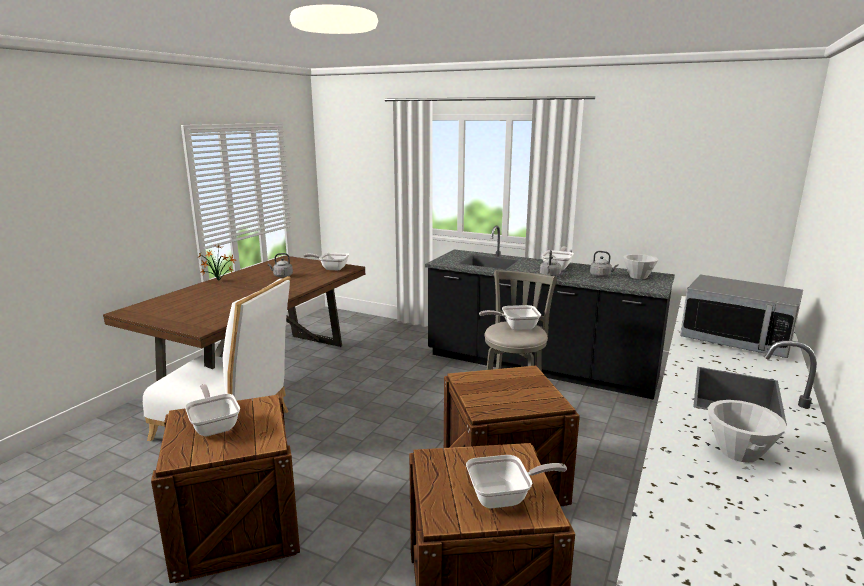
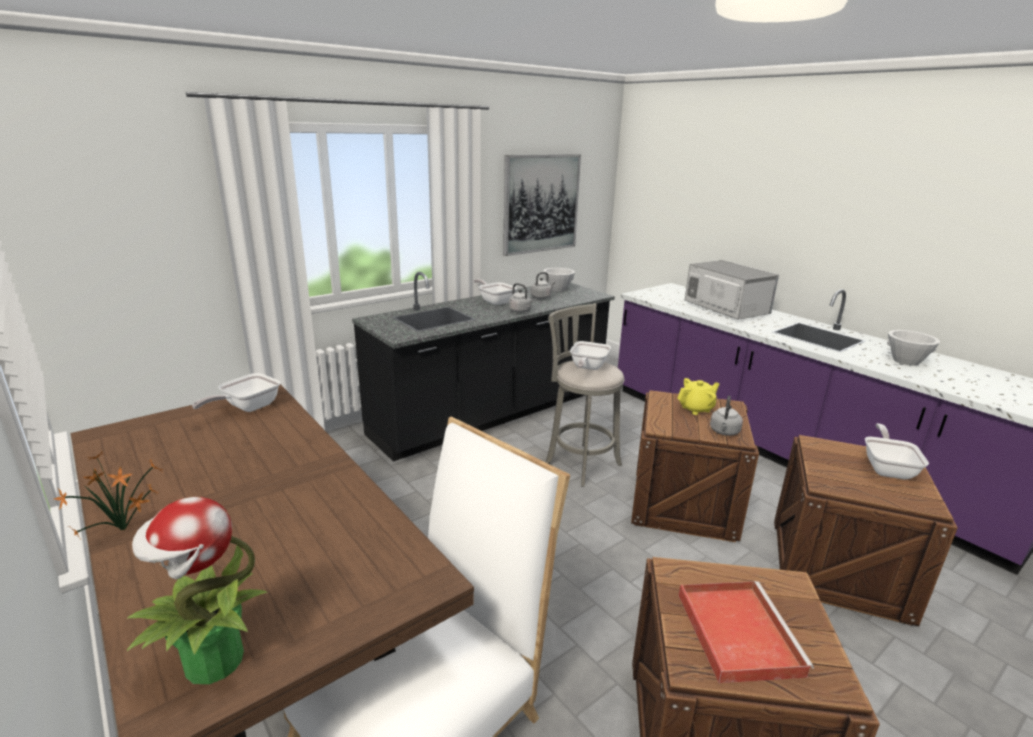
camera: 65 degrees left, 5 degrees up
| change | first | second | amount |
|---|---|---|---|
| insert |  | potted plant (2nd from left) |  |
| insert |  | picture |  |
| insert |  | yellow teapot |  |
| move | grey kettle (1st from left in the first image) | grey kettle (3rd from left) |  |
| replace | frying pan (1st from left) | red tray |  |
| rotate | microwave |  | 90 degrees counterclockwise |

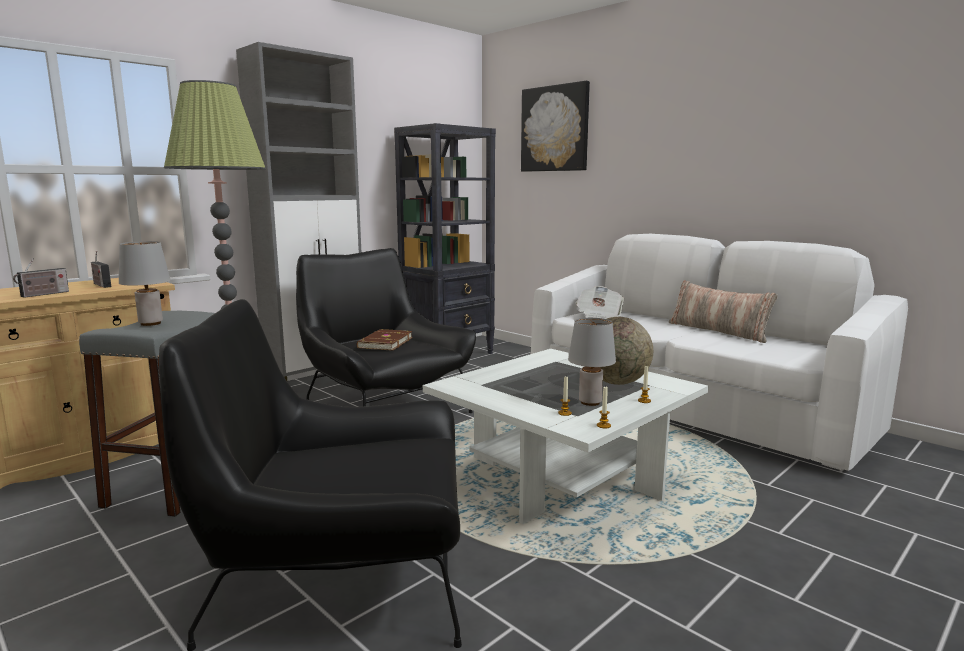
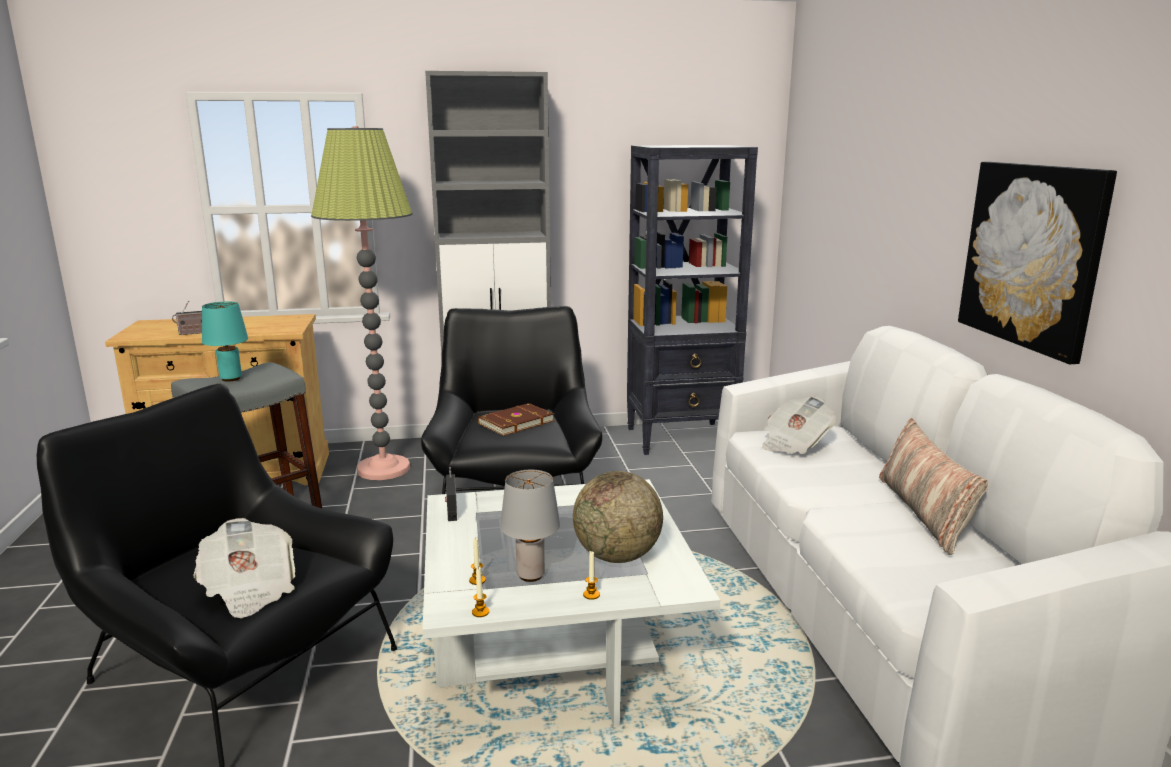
camera: 35 degrees right, 5 degrees up
| change | first | second | amount |
|---|---|---|---|
| insert |  | newspaper (1st from left) |  |
| move | radio (2nd from left) |  |  |
| move | picture |  |  |
| recolor | grey table lamp (1st from left) | turquoise table lamp |  |

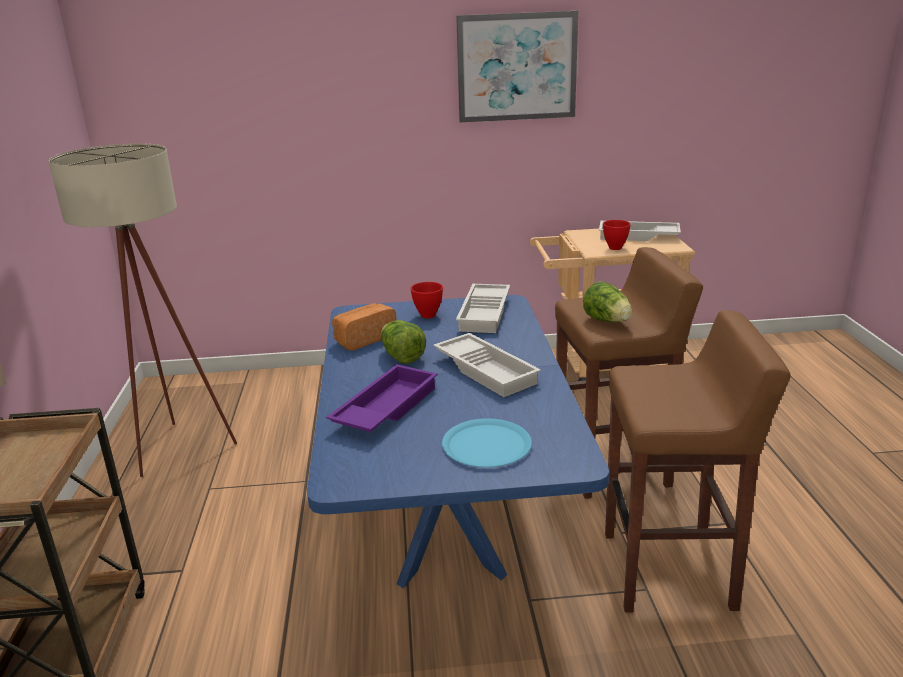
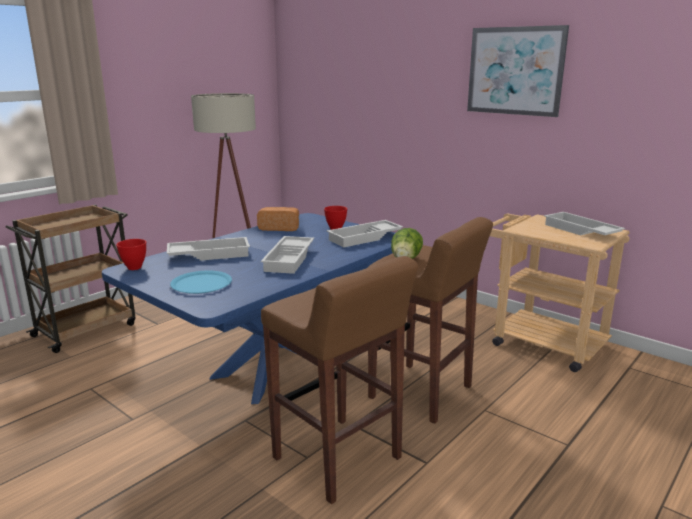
camera: 45 degrees right, 5 degrees down
| change | first | second | amount |
|---|---|---|---|
| delete | lettuce (1st from left) |  |  |
| move | red bowl (2nd from left in the first image) | red bowl (1st from left) |  |
| recolor | purple tray | white tray (1st from left) |  |

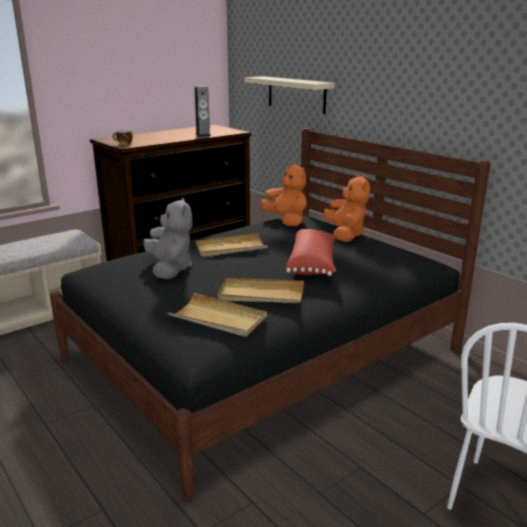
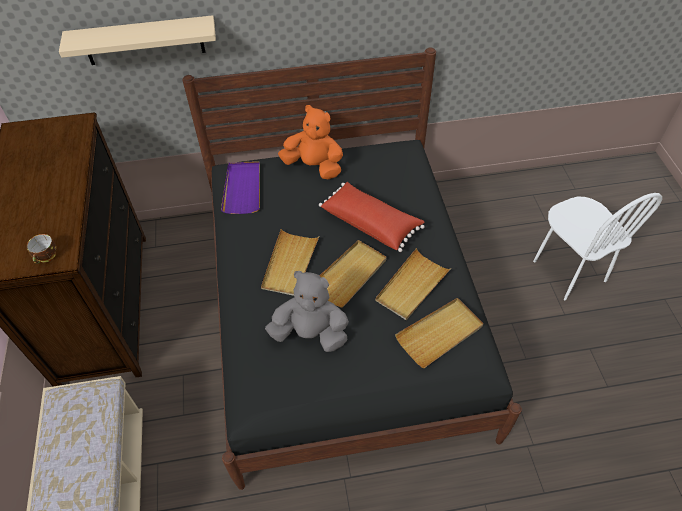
camera: 60 degrees left, 30 degrees up
| change | first | second | amount |
|---|---|---|---|
| delete | speaker |  |  |
| insert |  | beige tray (2nd from left) |  |
| replace | orange plush toy (1st from left) | purple tray |  |

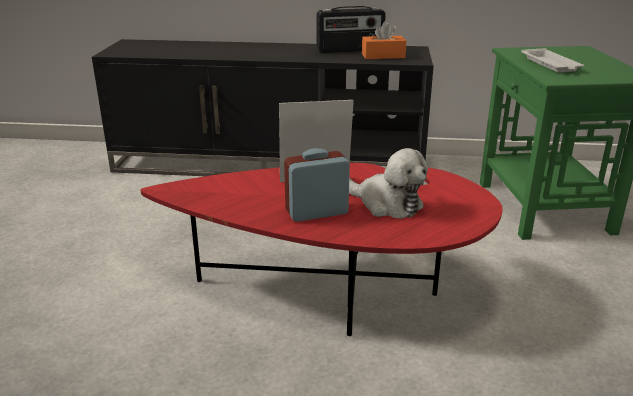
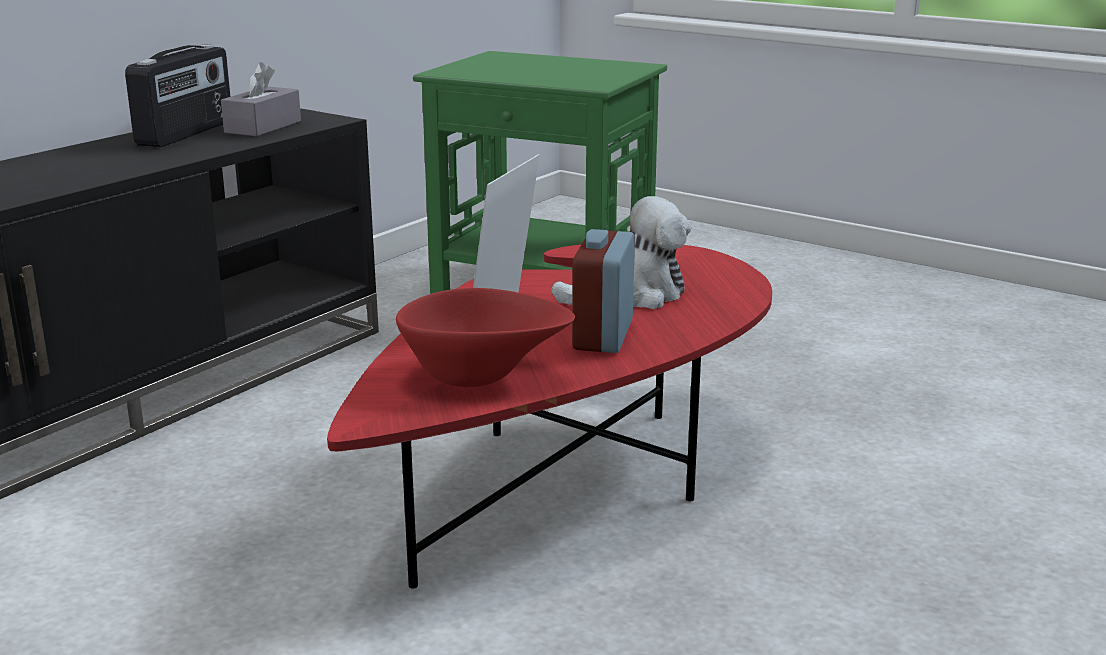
camera: 60 degrees left, 5 degrees down
| change | first | second | amount |
|---|---|---|---|
| delete | white tray |  |  |
| insert |  | red bowl |  |
| recolor | orange tissue box | grey tissue box |  |

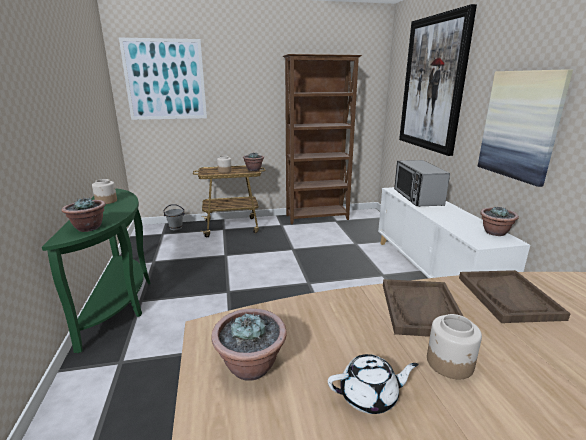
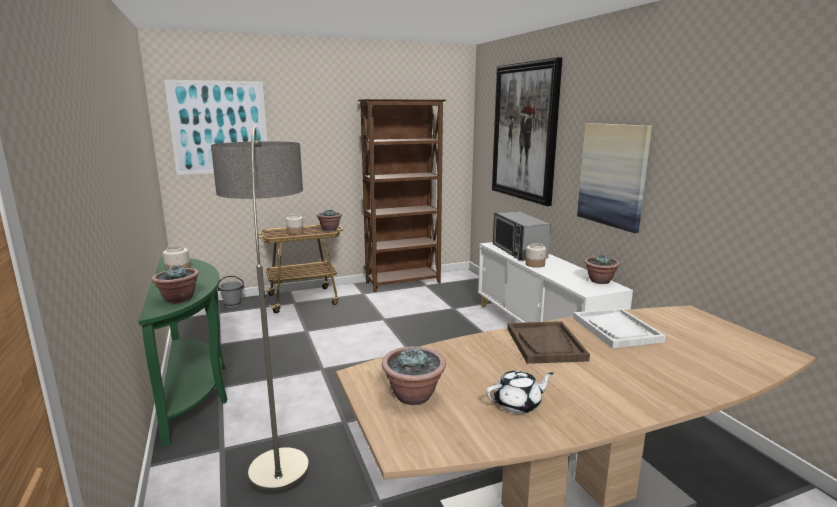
camera: 10 degrees left, 5 degrees down
| change | first | second | amount |
|---|---|---|---|
| insert |  | floor lamp |  |
| move | jar (3rd from left) |  |  |
| recolor | brown tray (2nd from left) | white tray |  |

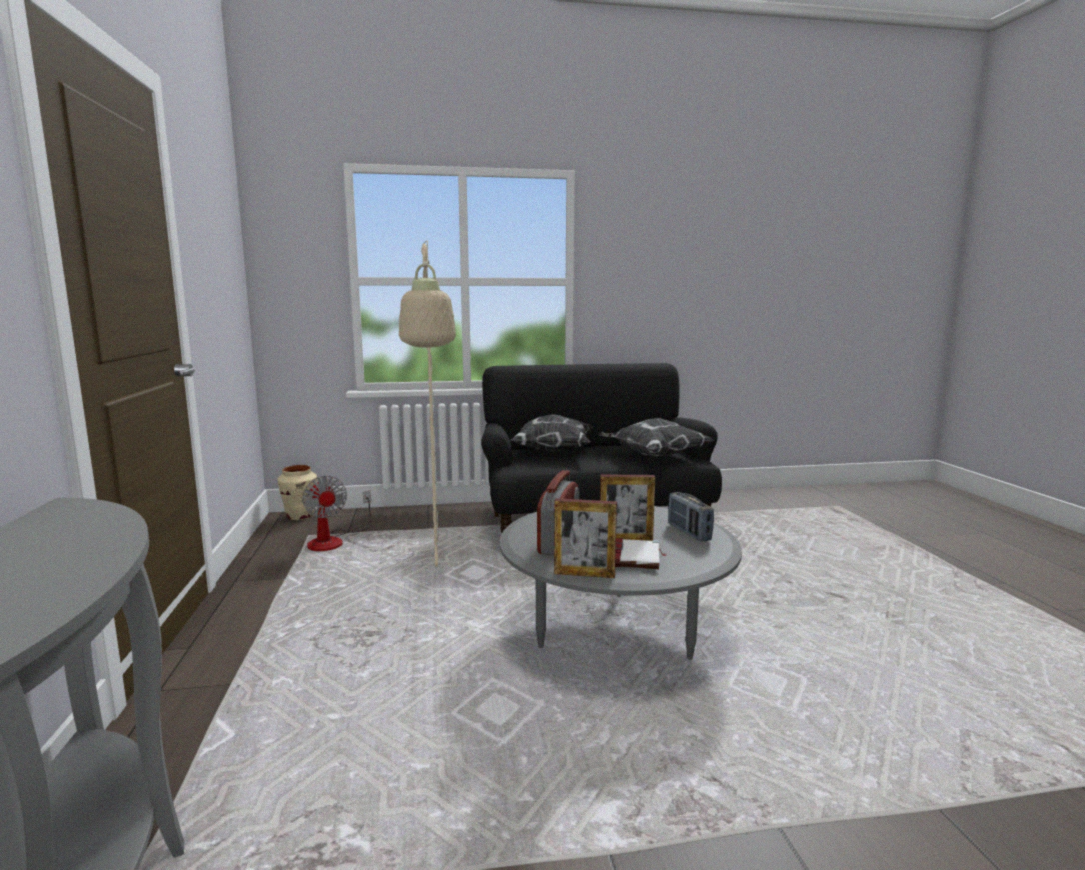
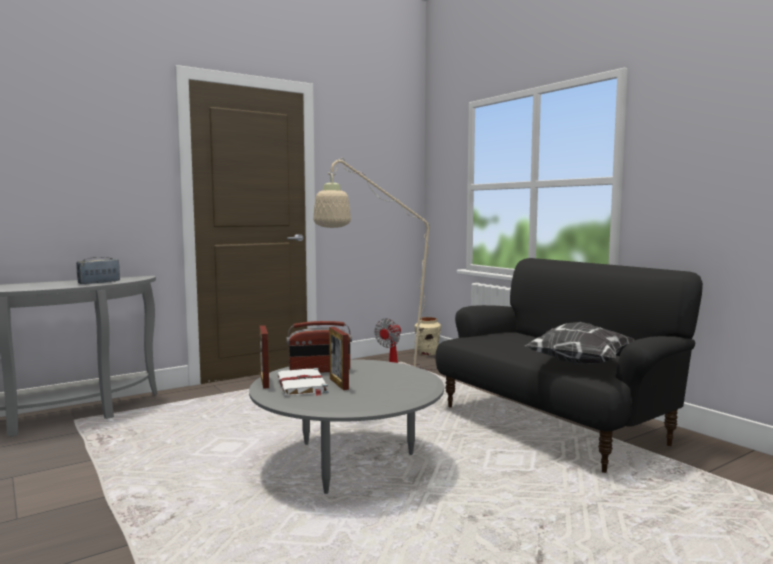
camera: 65 degrees right, 5 degrees down
| change | first | second | amount |
|---|---|---|---|
| delete | pillow (1st from left) |  |  |
| move | radio (2nd from left in the first image) | radio (1st from left) |  |

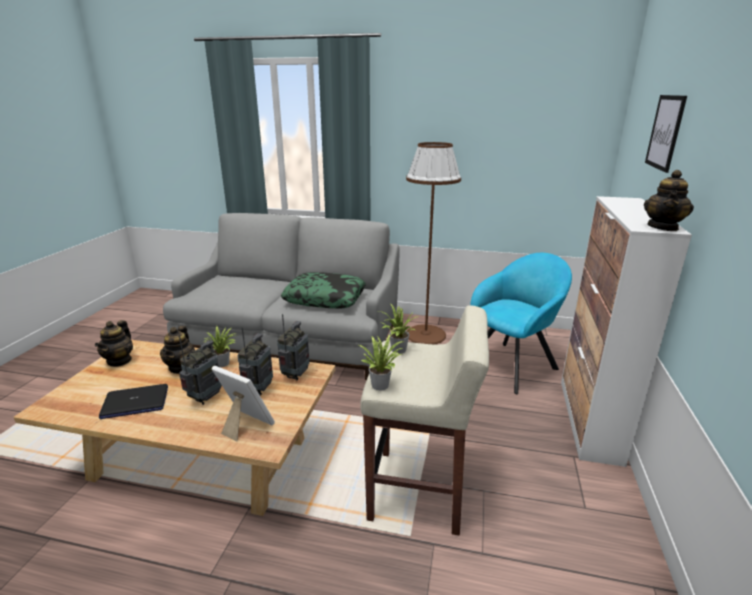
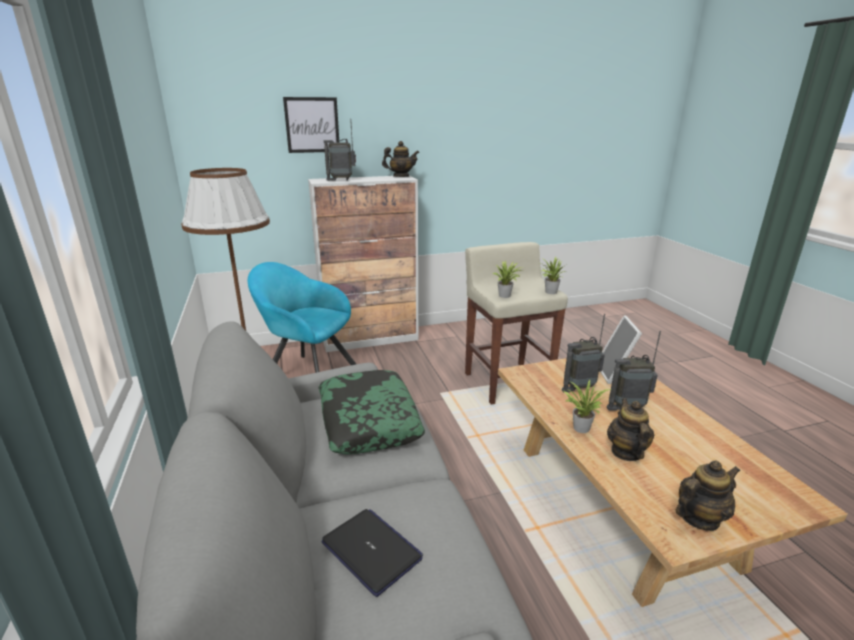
camera: 120 degrees left, 0 degrees up
| change | first | second | amount |
|---|---|---|---|
| move | laptop |  |  |
| move | radio (3rd from left in the first image) | radio (1st from left) |  |
| rotate | teapot (2nd from left) |  | 60 degrees counterclockwise |

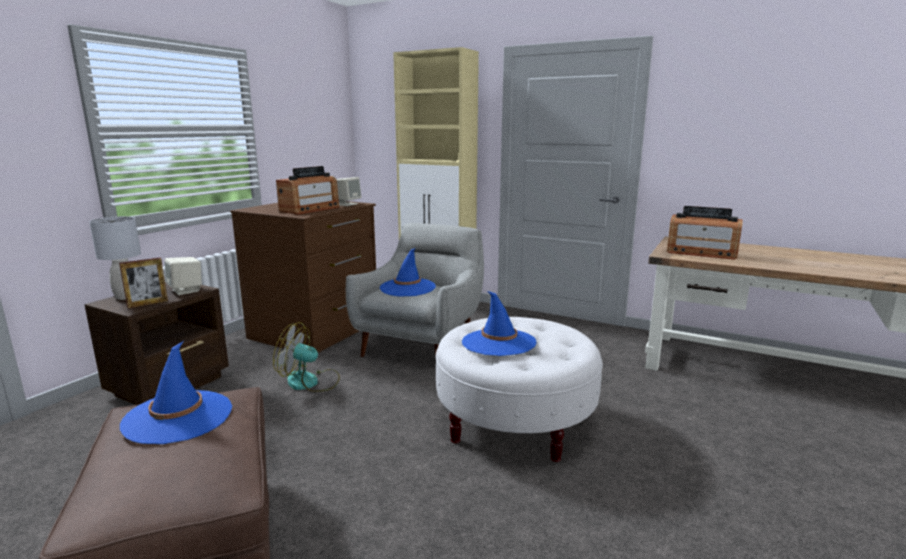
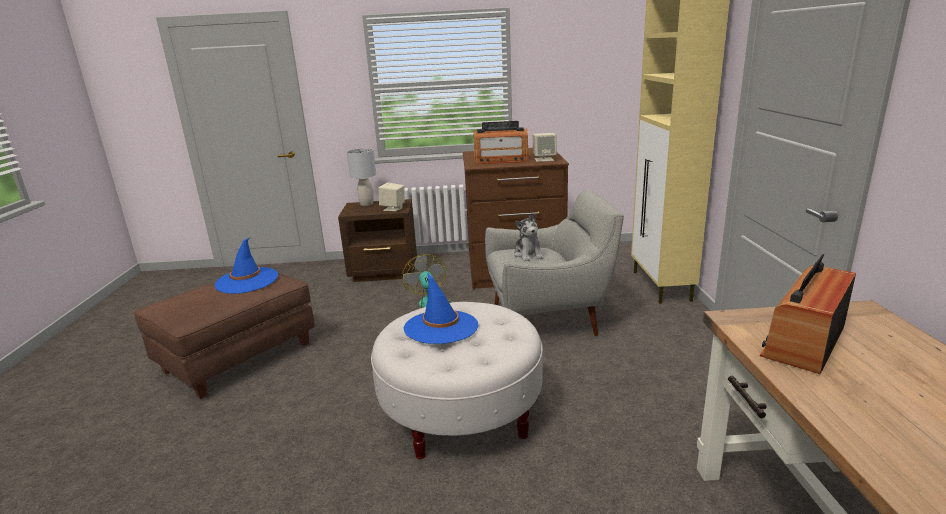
camera: 60 degrees right, 5 degrees up
| change | first | second | amount |
|---|---|---|---|
| delete | picture frame |  |  |
| replace | blue hat (2nd from left) | plush toy |  |
| rotate | radio (2nd from left) |  | 45 degrees clockwise |

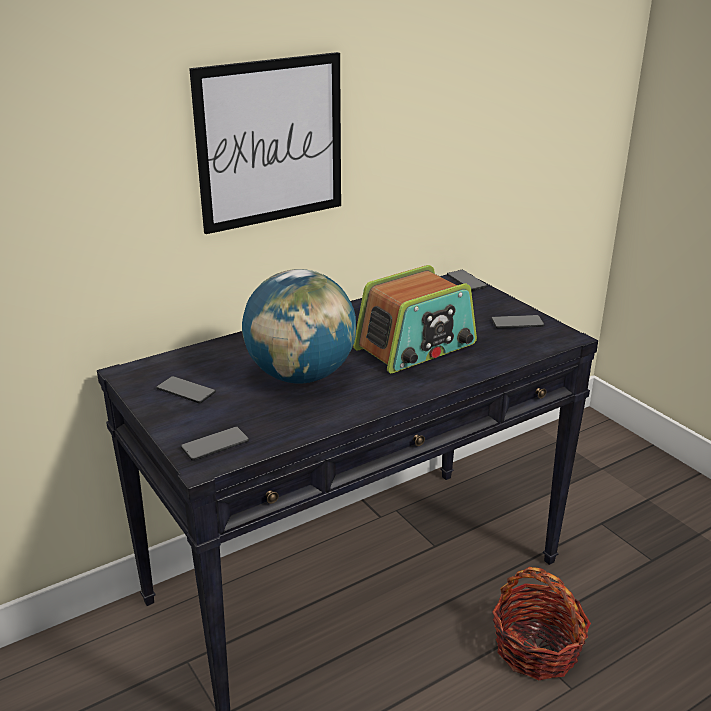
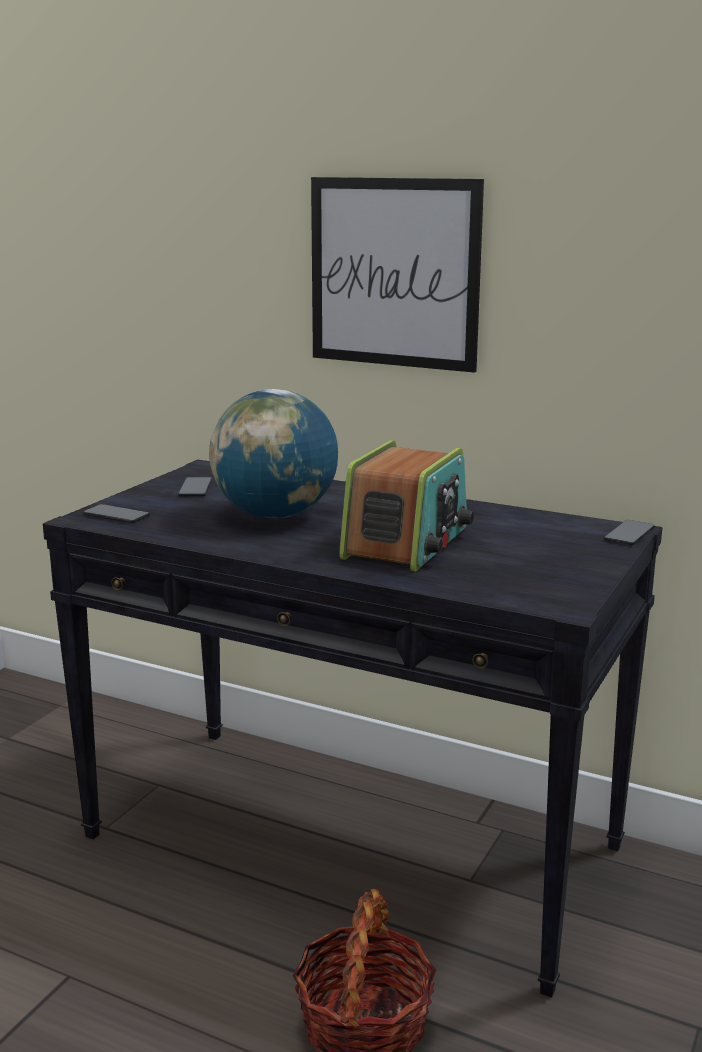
camera: 60 degrees right, 10 degrees down
| change | first | second | amount |
|---|---|---|---|
| delete | phone (4th from left) |  |  |
| rotate | radio |  | 90 degrees counterclockwise |

